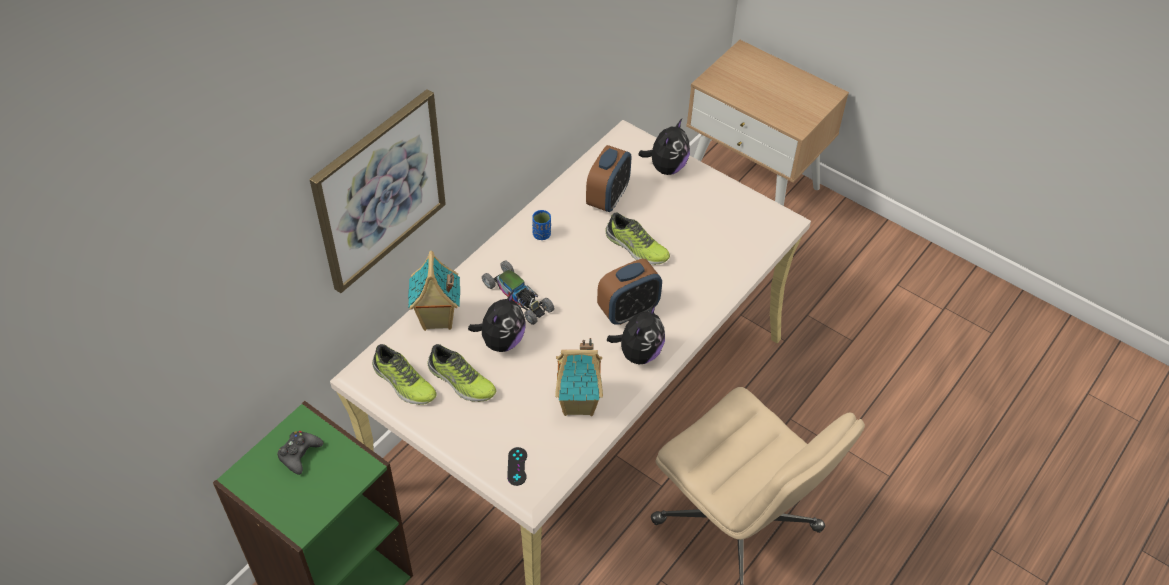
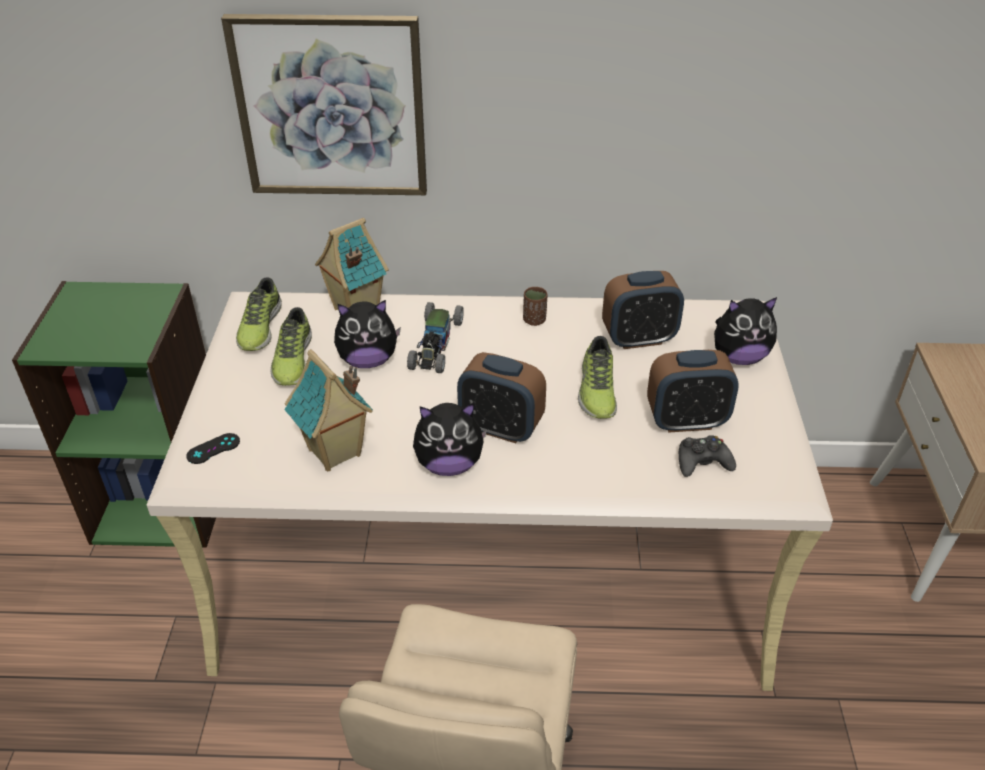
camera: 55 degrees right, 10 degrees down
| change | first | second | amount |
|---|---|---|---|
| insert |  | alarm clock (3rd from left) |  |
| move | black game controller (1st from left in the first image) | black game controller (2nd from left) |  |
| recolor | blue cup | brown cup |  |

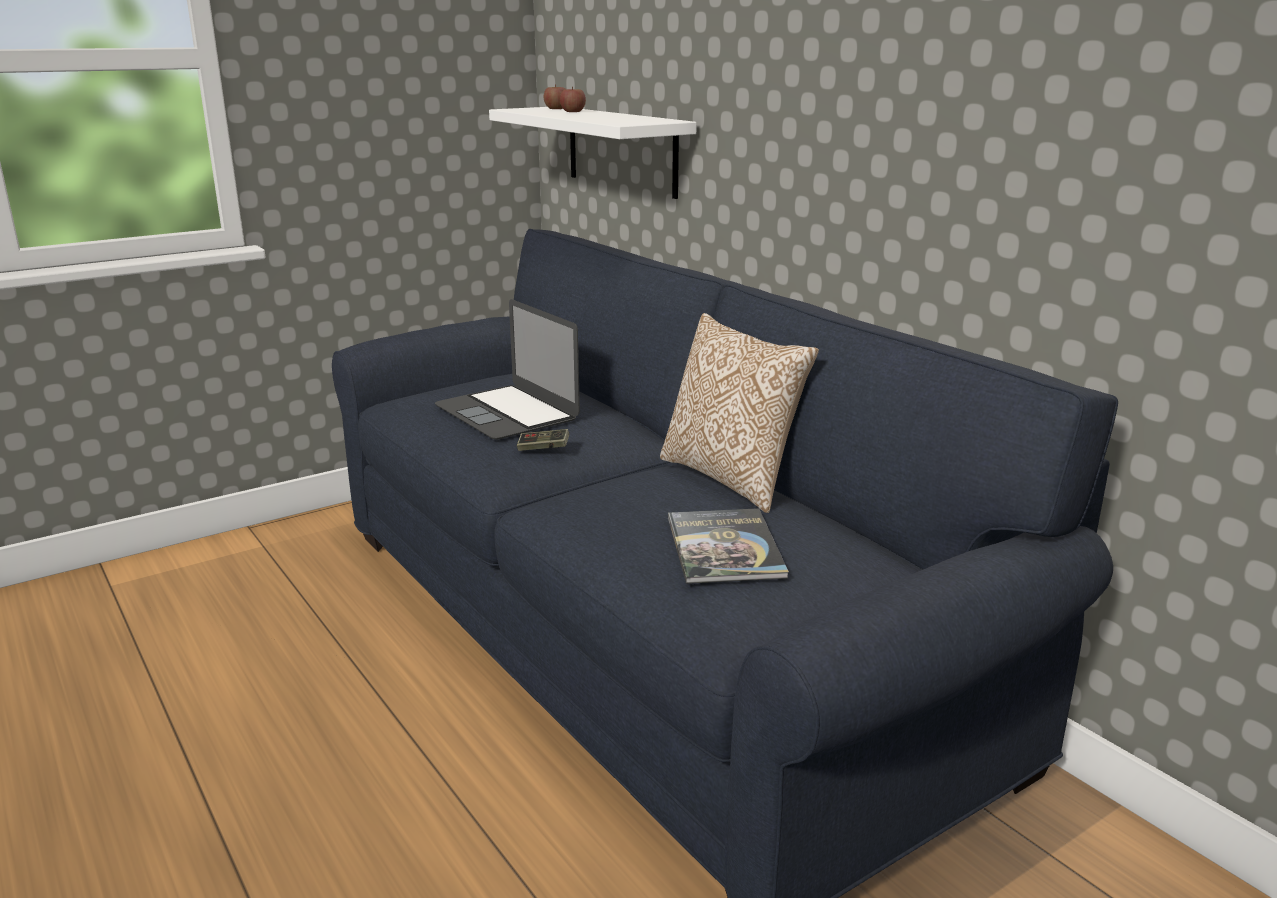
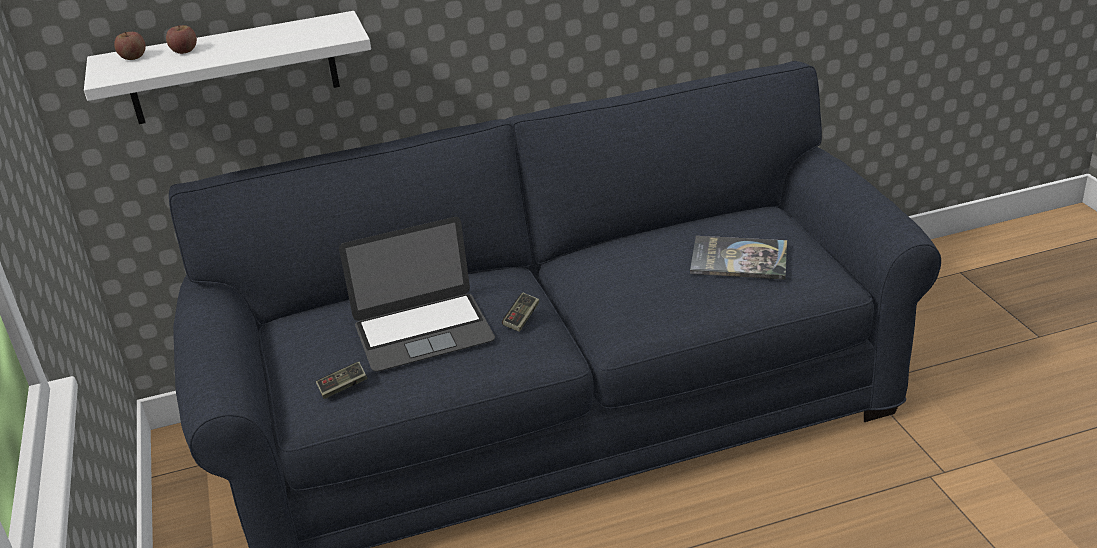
camera: 70 degrees left, 10 degrees up
| change | first | second | amount |
|---|---|---|---|
| delete | pillow |  |  |
| insert |  | game controller (1st from left) |  |

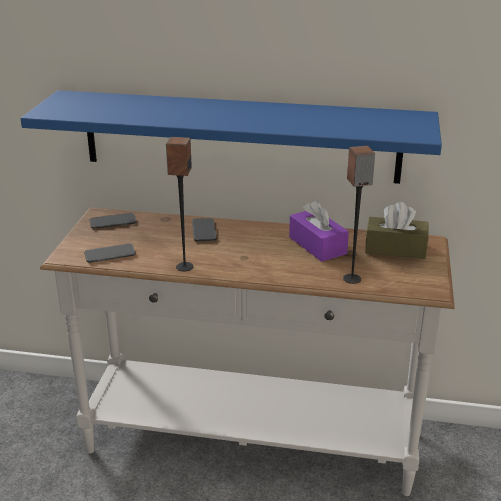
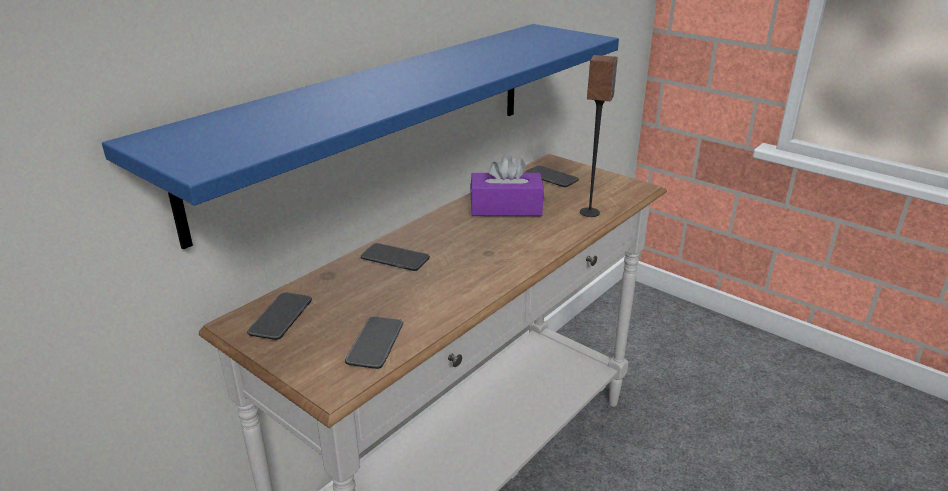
camera: 60 degrees left, 0 degrees up
| change | first | second | amount |
|---|---|---|---|
| delete | speaker (1st from left) |  |  |
| replace | brown tissue box | phone (4th from left) |  |

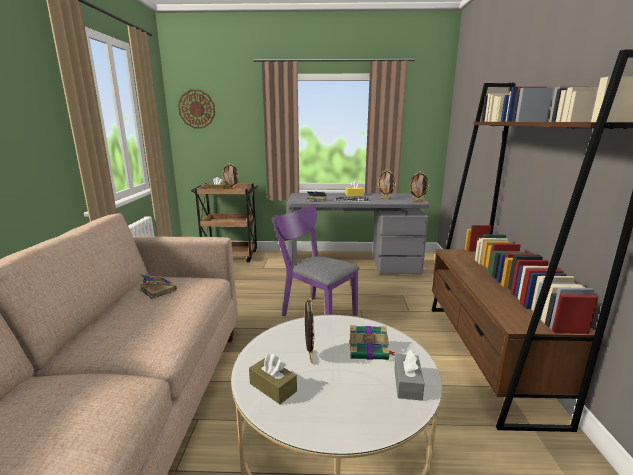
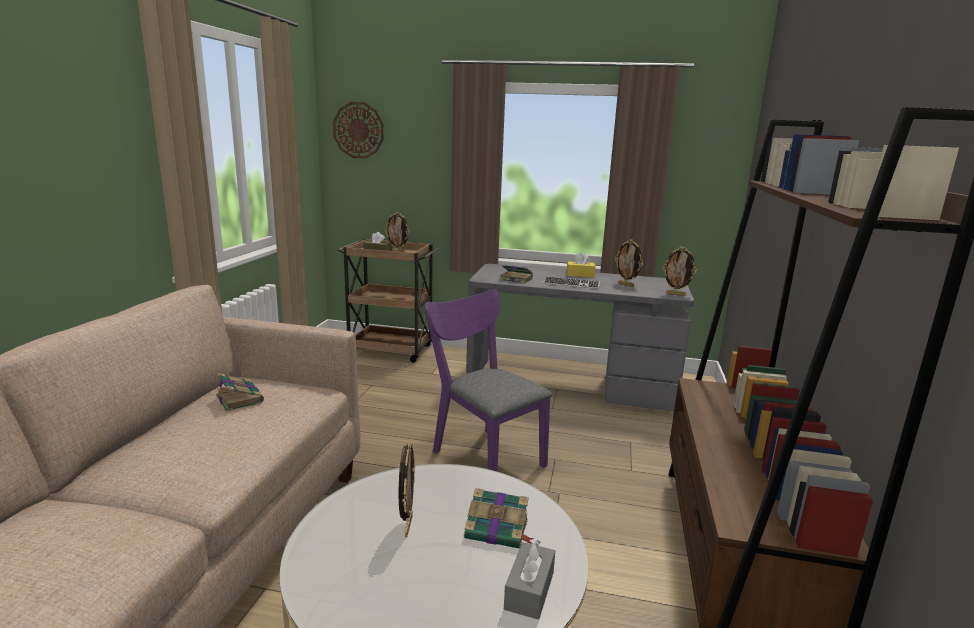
camera: 10 degrees right, 0 degrees up
| change | first | second | amount |
|---|---|---|---|
| delete | brown tissue box (2nd from left) |  |  |

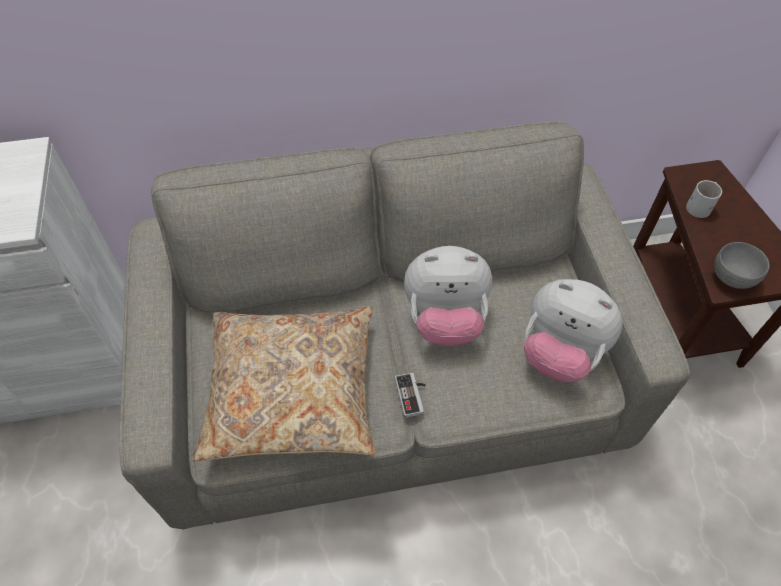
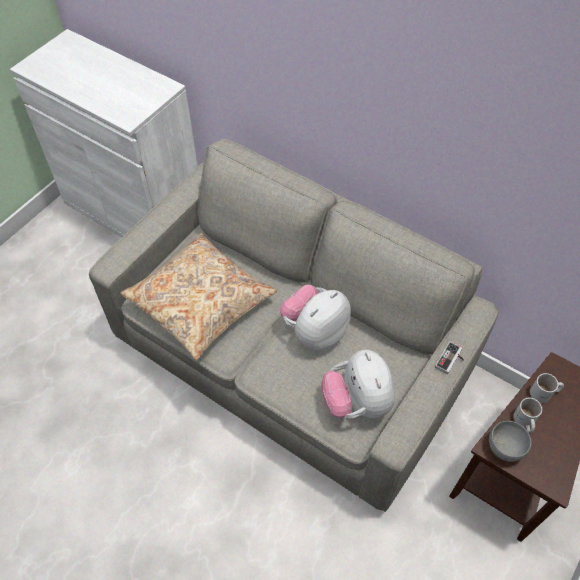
camera: 45 degrees right, 0 degrees up
| change | first | second | amount |
|---|---|---|---|
| insert |  | white mug (1st from left) |  |
| move | game controller |  |  |
| rotate | plush toy (1st from left) |  | 90 degrees clockwise |

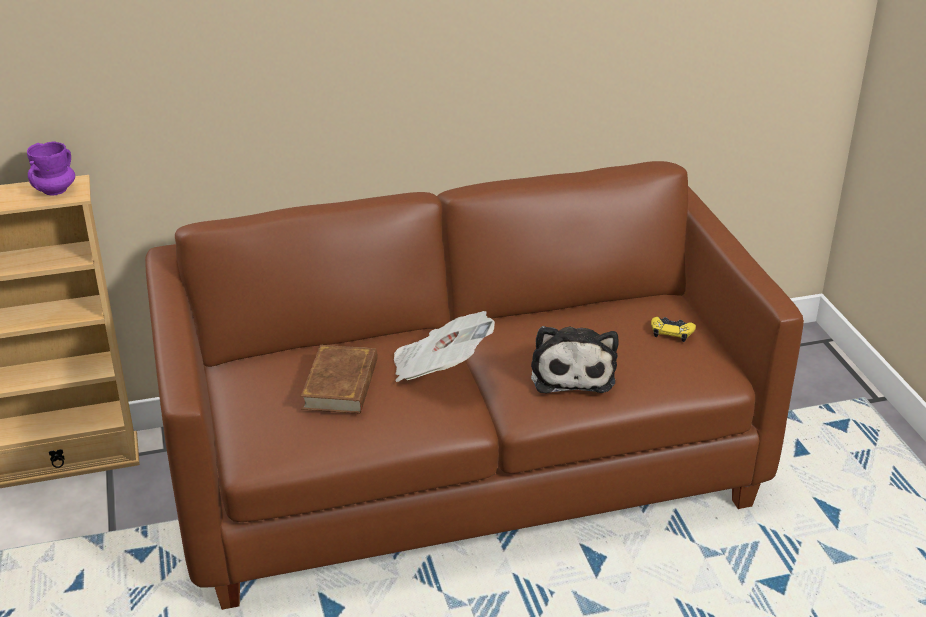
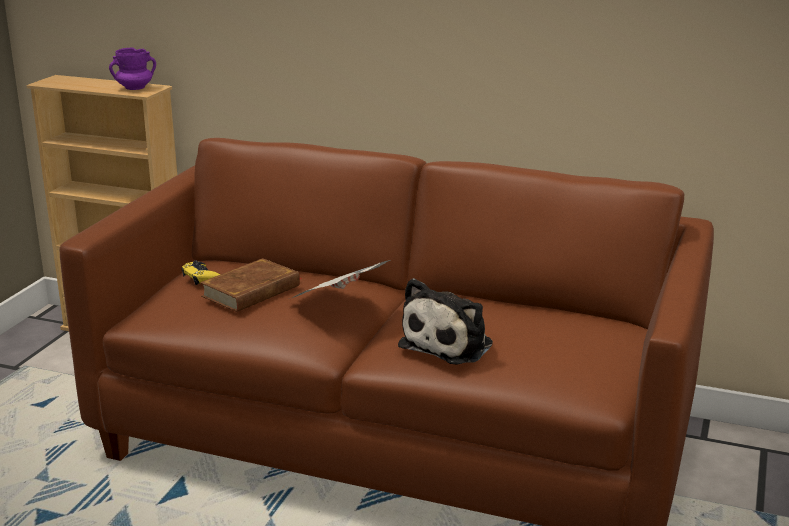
camera: 35 degrees right, 10 degrees down
| change | first | second | amount |
|---|---|---|---|
| move | yellow game controller |  |  |

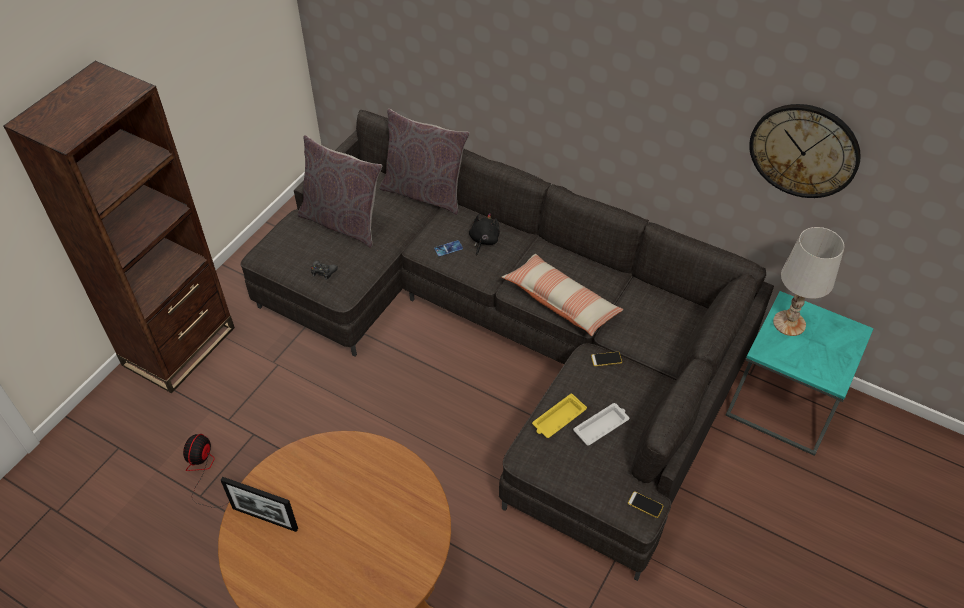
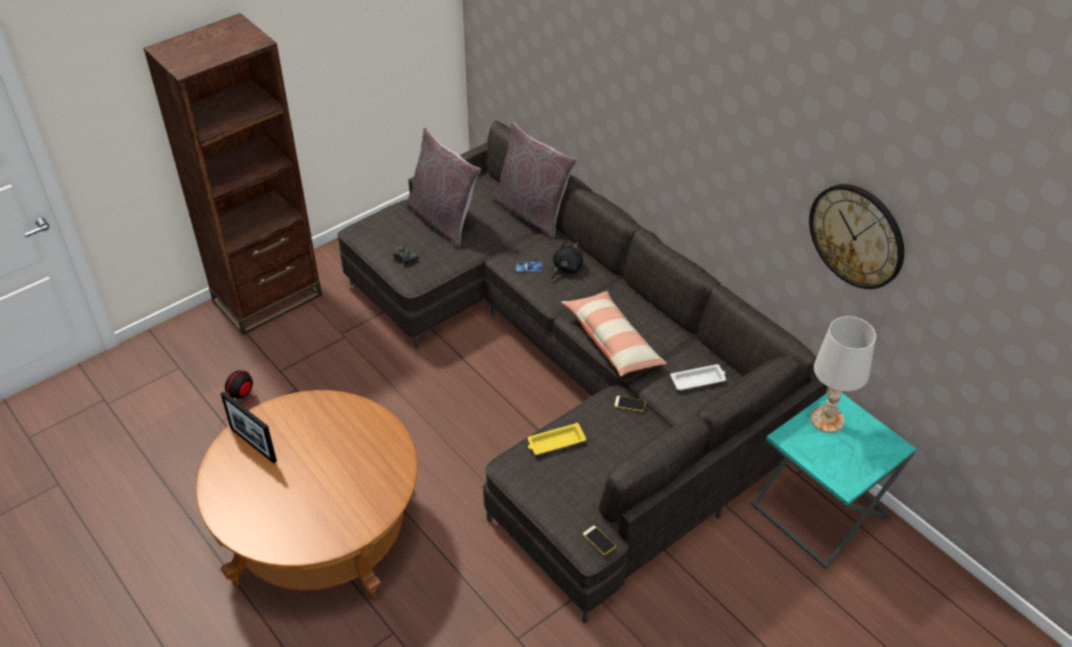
camera: 20 degrees right, 5 degrees down
| change | first | second | amount |
|---|---|---|---|
| move | white tray |  |  |

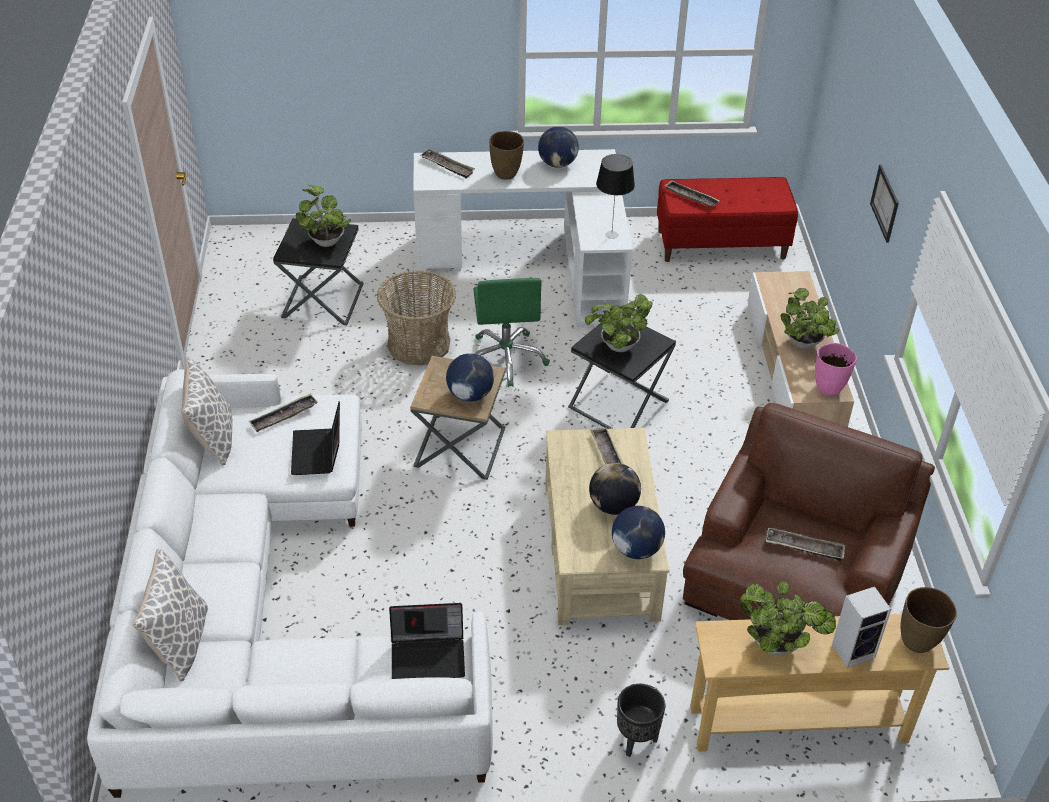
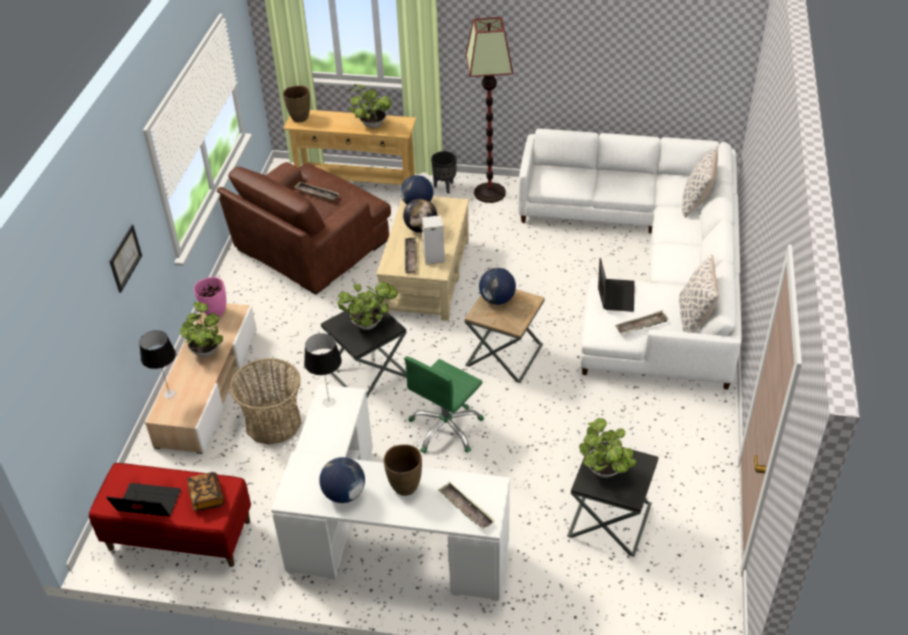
camera: 165 degrees left, 0 degrees up
| change | first | second | amount |
|---|---|---|---|
| insert |  | table lamp (1st from left) |  |
| insert |  | floor lamp |  |
| move | basket |  |  |
| move | laptop (2nd from left in the first image) | laptop (1st from left) |  |
| move | speaker |  |  |
| replace | tray (4th from left) | book |  |
| rotate | green office chair |  | 150 degrees counterclockwise |

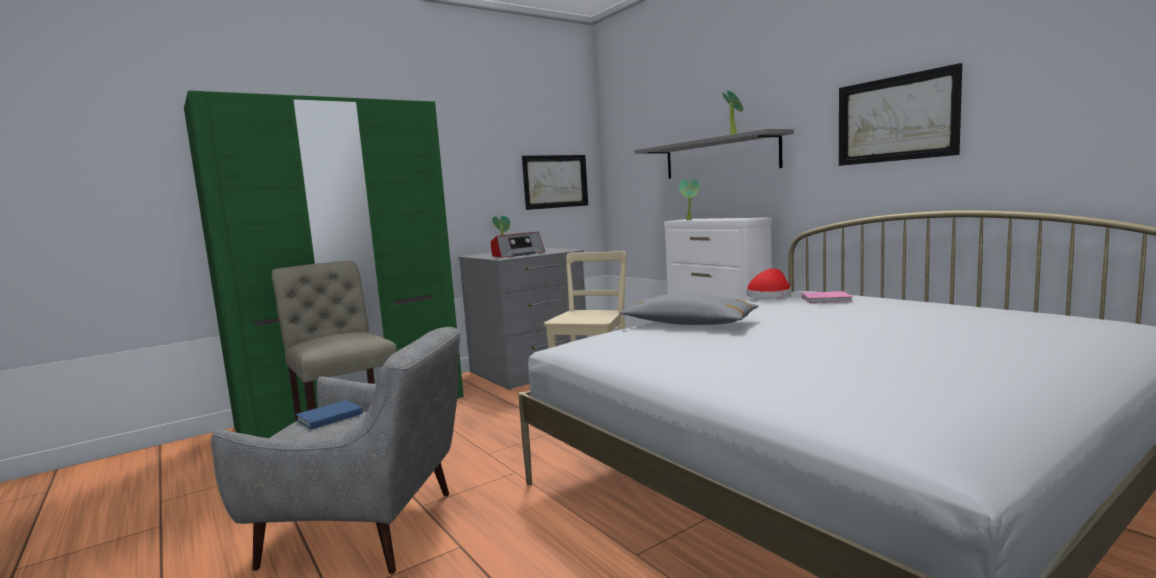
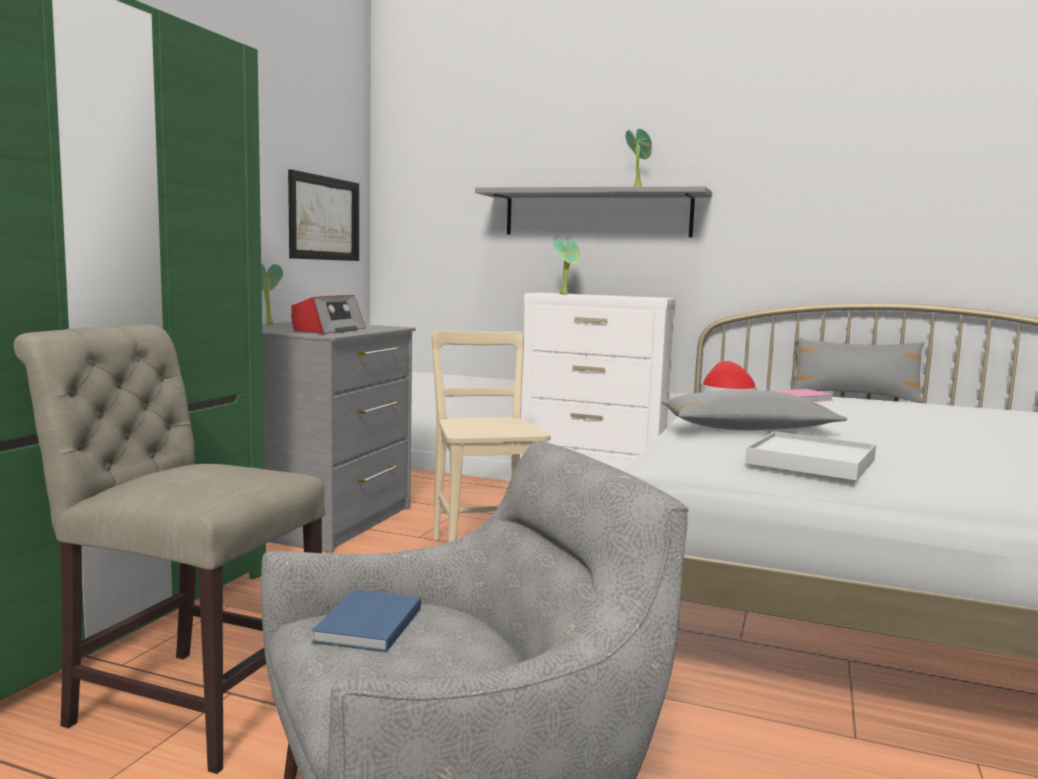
camera: 35 degrees left, 0 degrees up
| change | first | second | amount |
|---|---|---|---|
| delete | picture (2nd from left) |  |  |
| insert |  | white tray |  |
| insert |  | grey pillow (2nd from left) |  |

